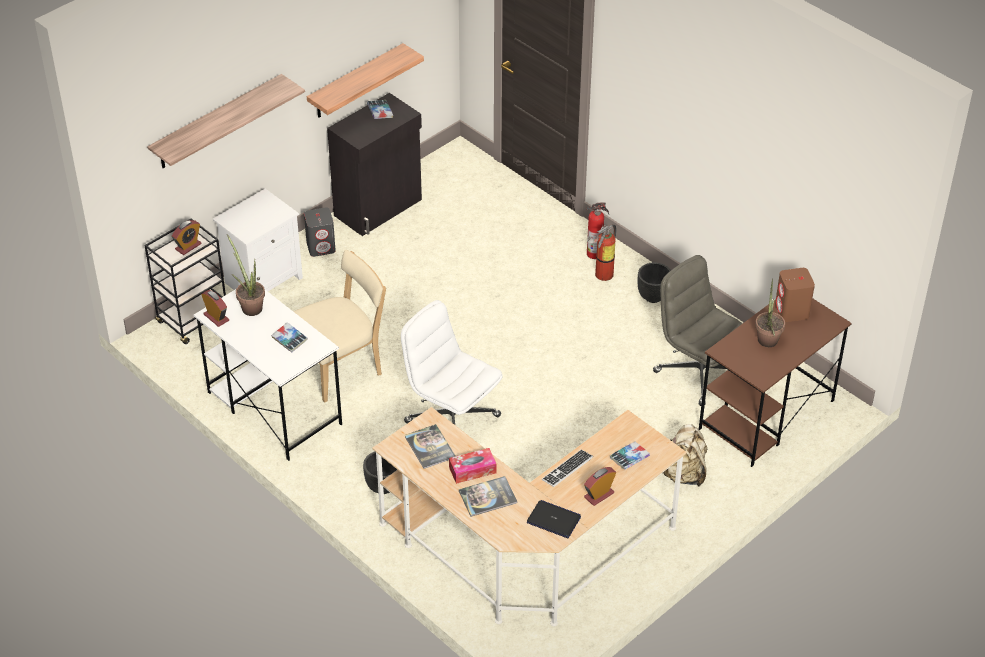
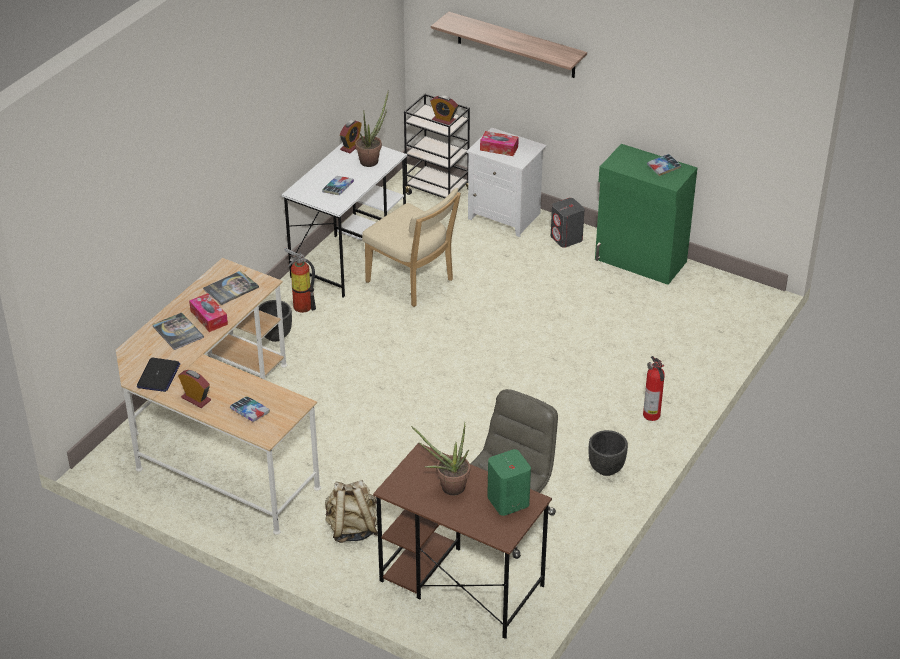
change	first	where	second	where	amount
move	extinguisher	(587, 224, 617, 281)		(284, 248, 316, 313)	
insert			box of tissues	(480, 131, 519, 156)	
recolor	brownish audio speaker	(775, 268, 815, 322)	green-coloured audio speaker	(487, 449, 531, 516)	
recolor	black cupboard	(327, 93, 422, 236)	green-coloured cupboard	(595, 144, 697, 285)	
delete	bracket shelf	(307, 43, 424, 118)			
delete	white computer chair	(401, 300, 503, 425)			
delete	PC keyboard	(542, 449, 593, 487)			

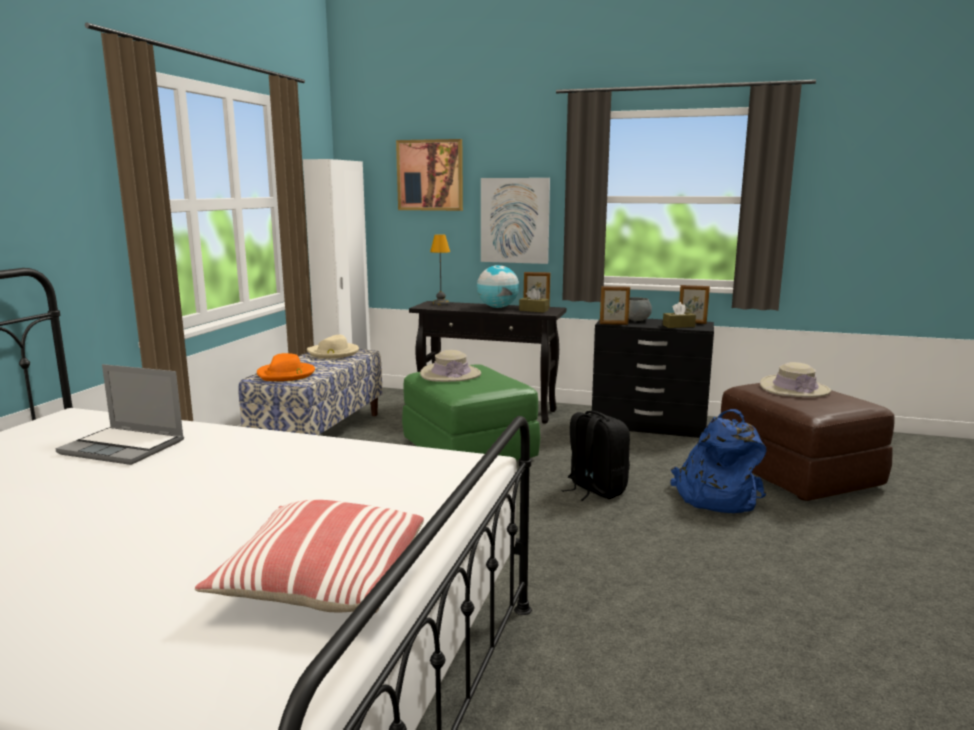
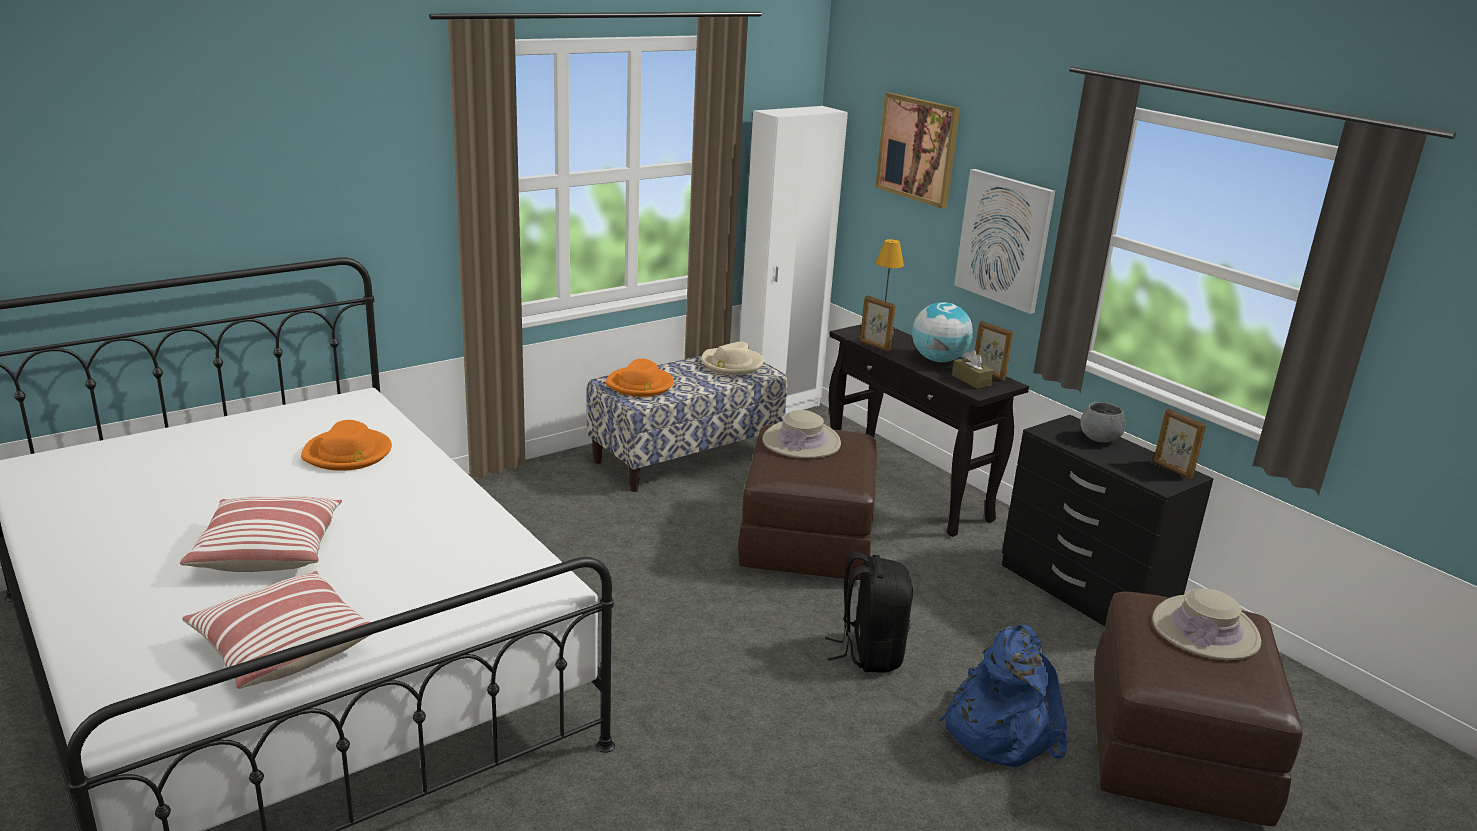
change	first	where	second	where	amount
insert			cushion	(180, 496, 342, 572)	
replace	notebook computer	(55, 364, 184, 465)	orange clothing hat	(301, 420, 392, 471)	
recolor	green-coloured pouffe	(402, 364, 540, 461)	brownish pouffe	(738, 424, 877, 580)	
move	standing frame	(600, 286, 630, 325)		(860, 295, 896, 352)	
delete	brownish box of tissues	(663, 302, 696, 328)			

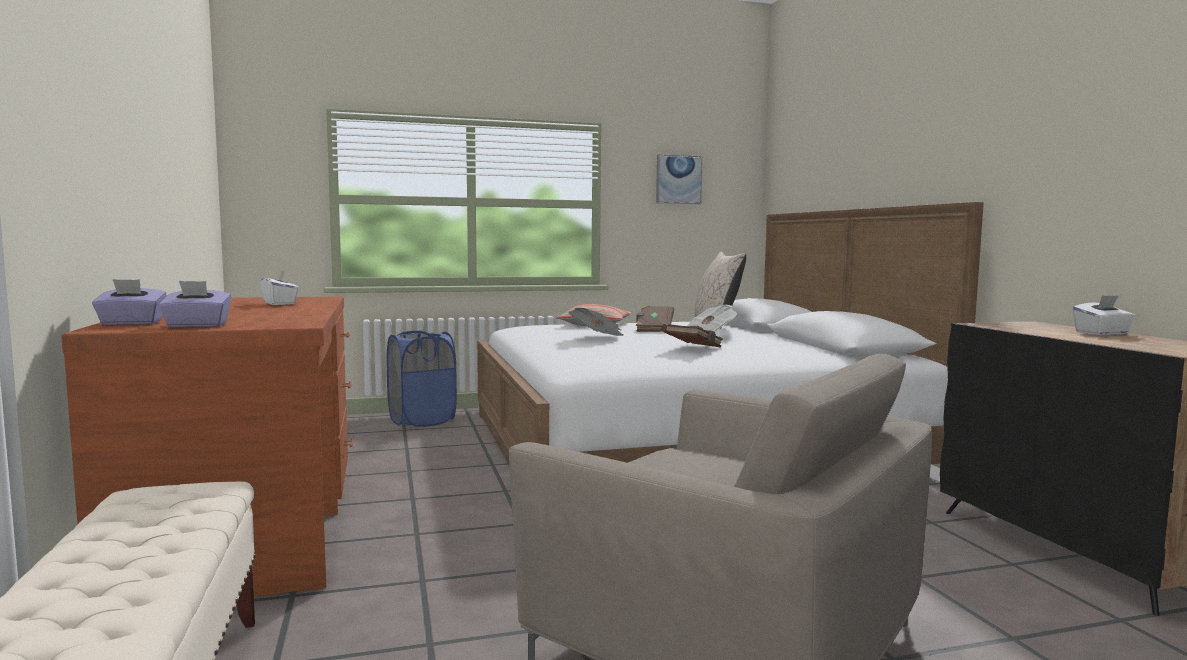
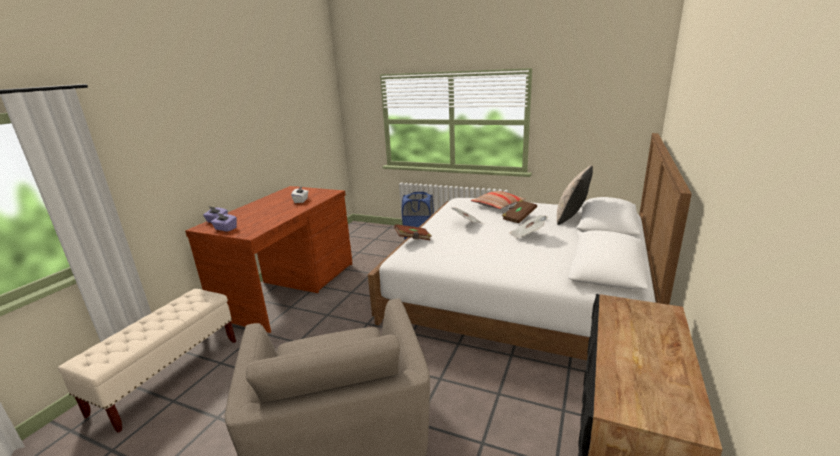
change	first	where	second	where	amount
move	brownish volume	(662, 324, 723, 347)		(394, 224, 432, 240)	
delete	wall picture	(656, 154, 703, 204)			
delete	white box of tissues	(1073, 295, 1135, 335)			

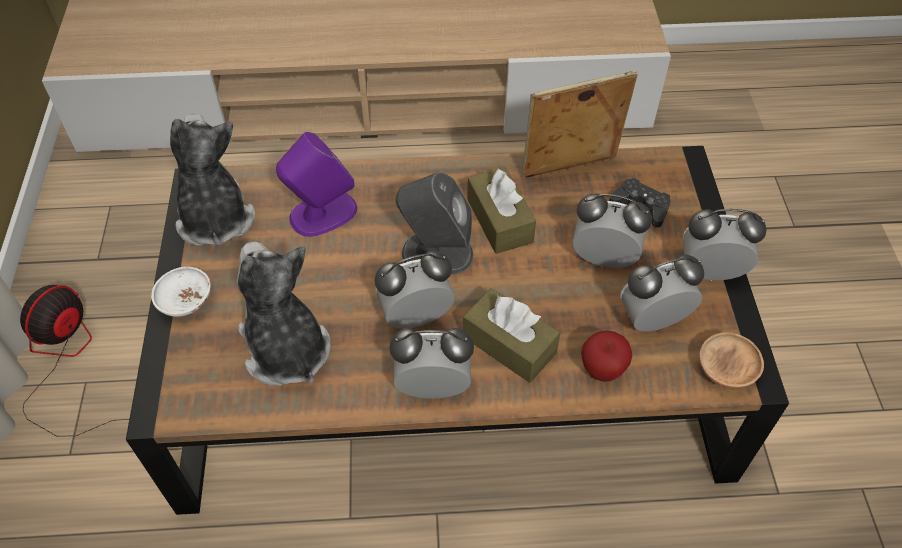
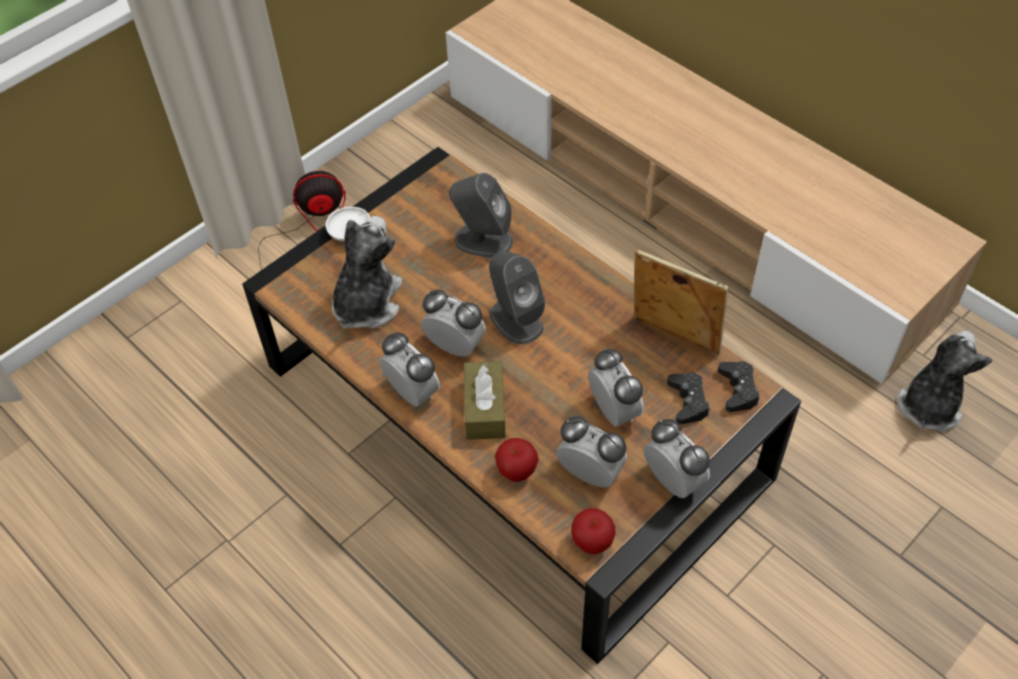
change	first	where	second	where	amount
recolor	purple audio speaker	(276, 132, 357, 237)	gray audio speaker	(449, 173, 513, 257)	
replace	brownish deep dish	(699, 332, 764, 389)	whole apple	(571, 508, 615, 554)	
insert			black gamepad	(718, 361, 760, 412)	
move	cuddly toy	(170, 114, 255, 246)		(898, 331, 993, 431)	
delete	brownish box of tissues	(467, 167, 536, 254)			

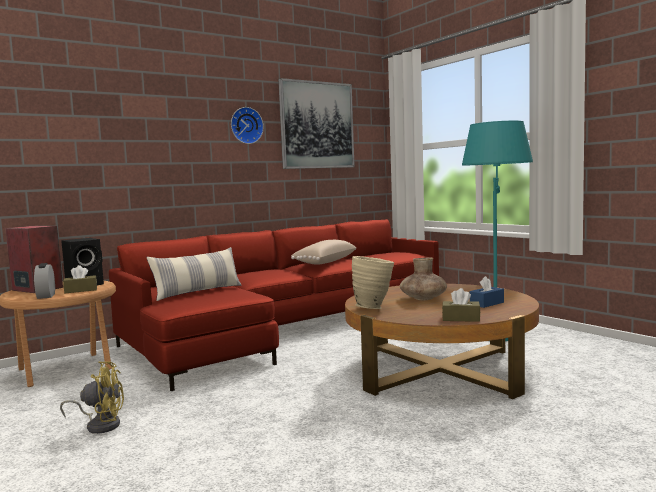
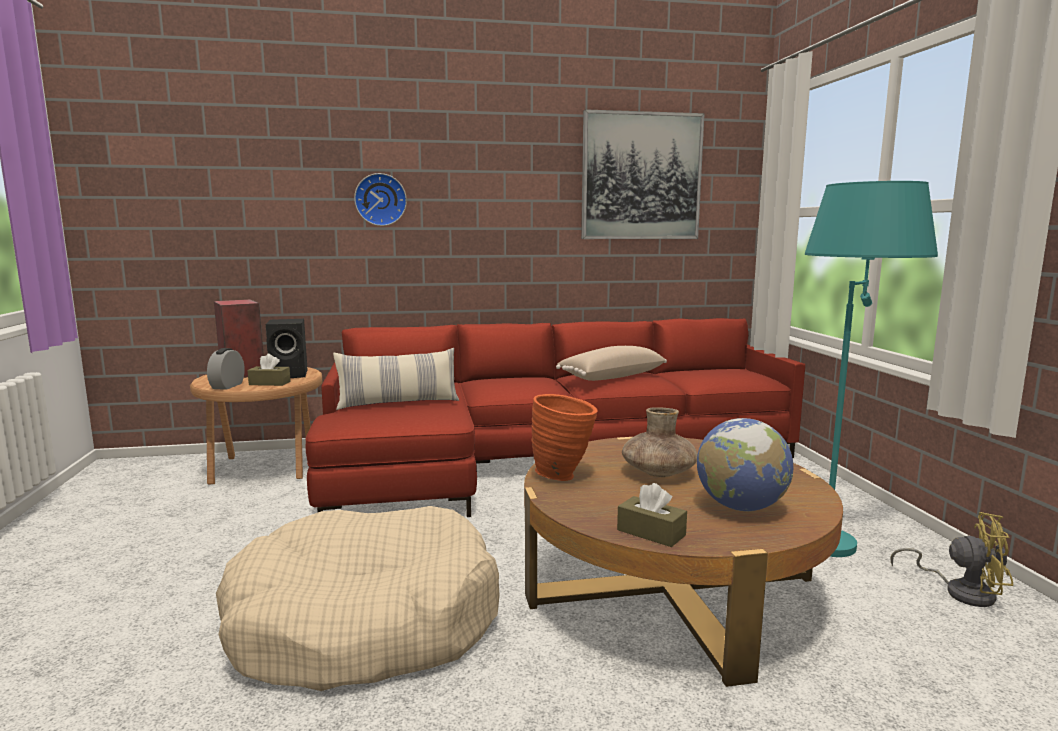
change	first	where	second	where	amount
insert			beige-coloured dog cushion	(216, 506, 499, 691)	
move	wall clock	(231, 107, 264, 144)		(354, 173, 407, 226)	
recolor	beige-coloured vase	(352, 256, 394, 309)	orange vase	(532, 394, 598, 481)	
replace	blue-coloured box of tissues	(470, 276, 504, 308)	globe	(697, 418, 793, 511)	
move	yellowish fan	(60, 362, 124, 434)		(890, 512, 1013, 607)	

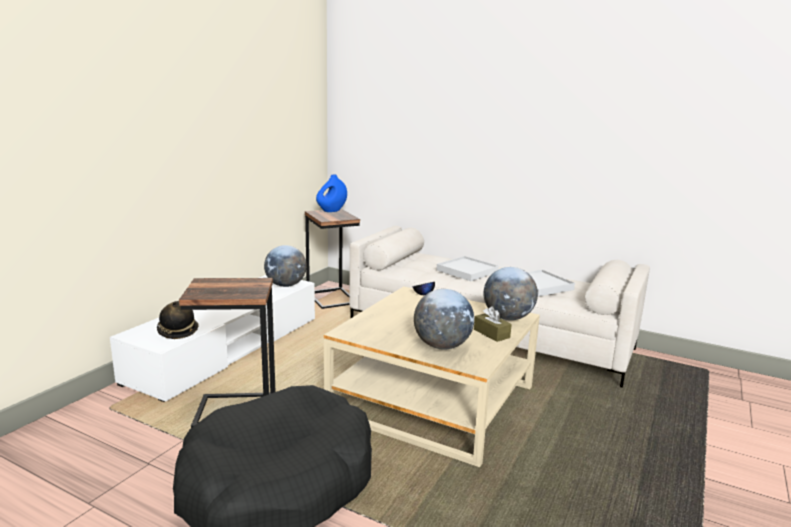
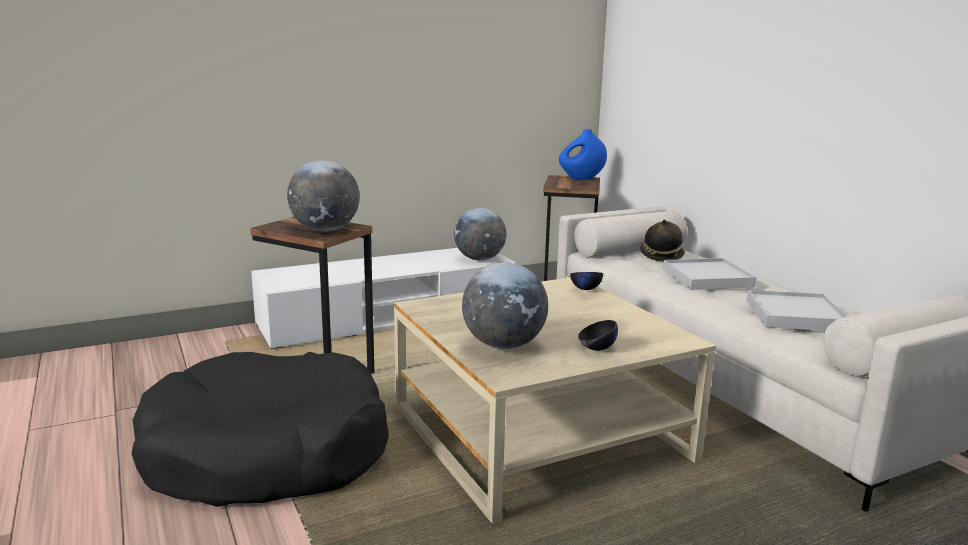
change	first	where	second	where	amount
move	globe	(483, 267, 538, 320)		(287, 160, 360, 232)	
replace	brownish box of tissues	(474, 306, 512, 342)	black deep dish	(578, 320, 618, 351)	
move	clothing hat	(157, 301, 199, 339)		(640, 219, 685, 261)	

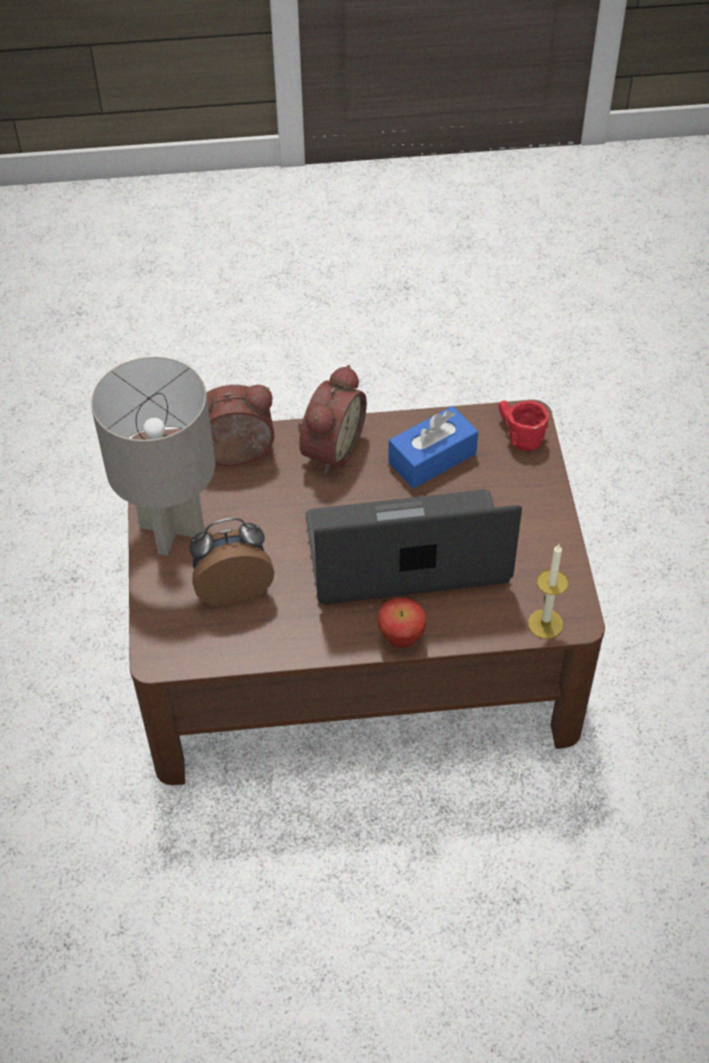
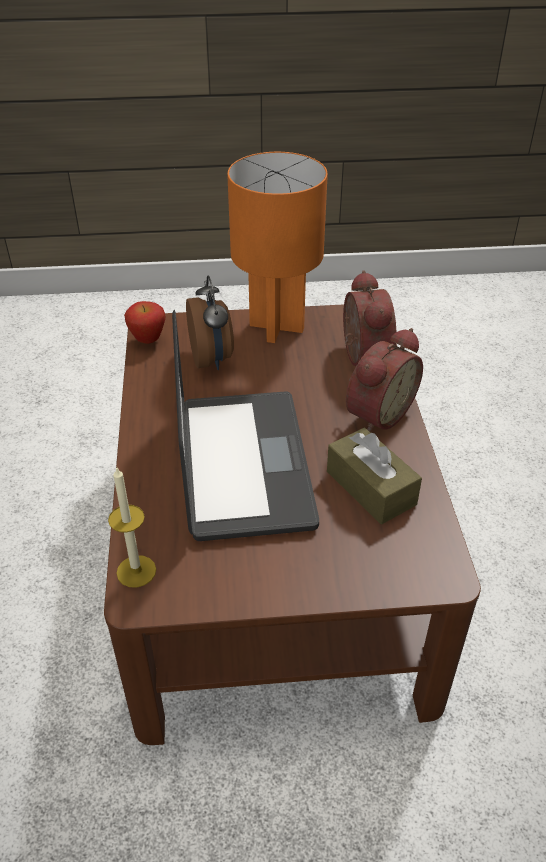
change	first	where	second	where	amount
move	whole apple	(378, 598, 426, 648)		(124, 301, 166, 344)	
recolor	gray tabletop lamp	(91, 357, 215, 556)	orange tabletop lamp	(227, 152, 328, 343)	
recolor	blue-coloured box of tissues	(388, 406, 478, 489)	brownish box of tissues	(327, 428, 422, 524)	
rotate	bedside clock	(298, 365, 367, 474)		(346, 328, 423, 432)	75 degrees counterclockwise
delete	reddish coffee mug	(499, 400, 549, 451)			

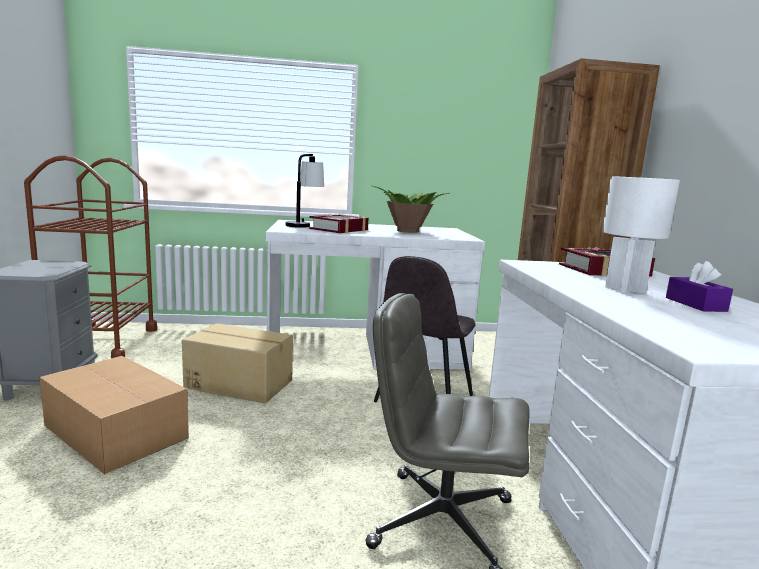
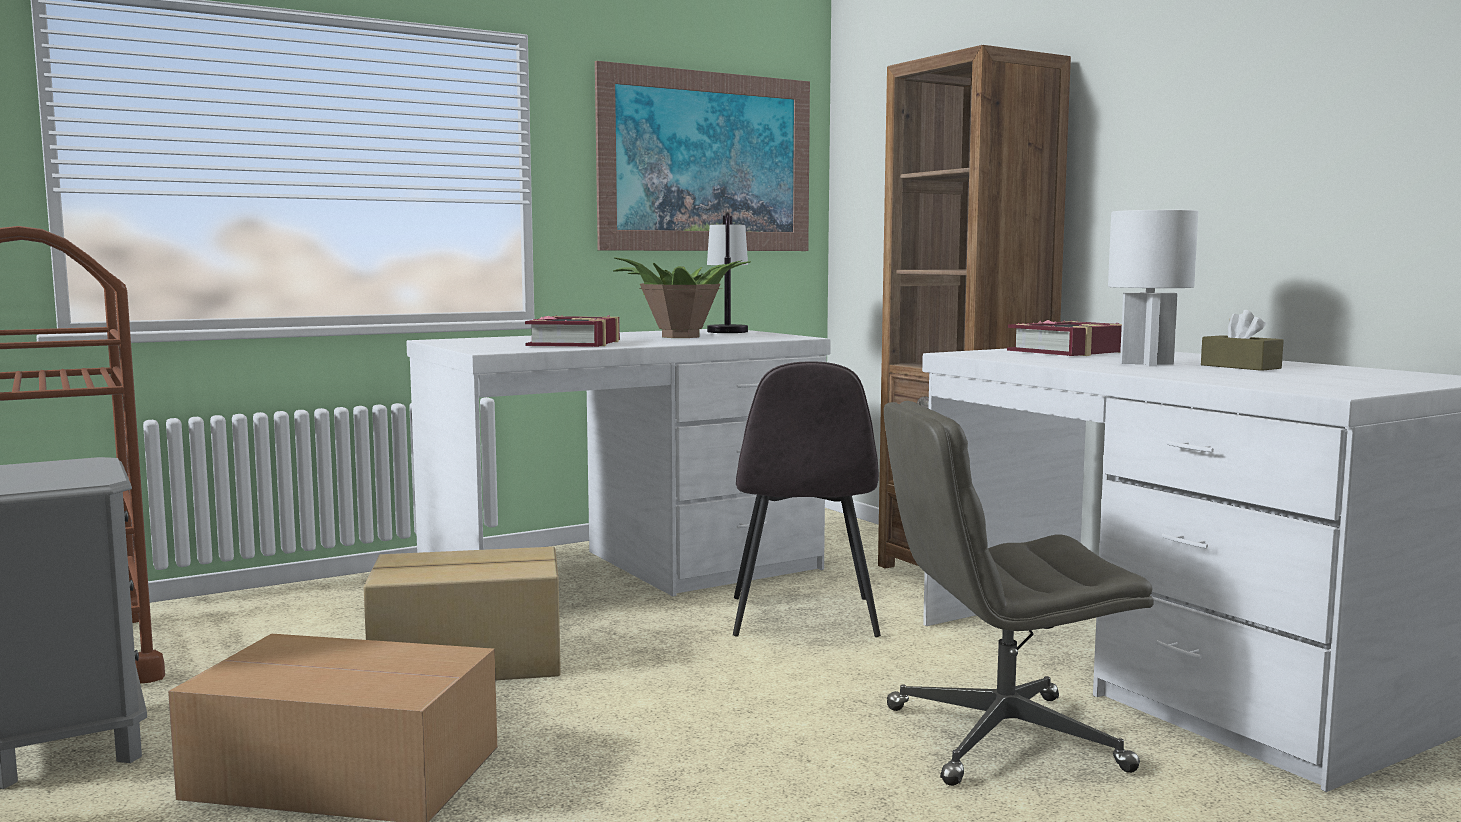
change	first	where	second	where	amount
insert			wall picture	(595, 61, 810, 251)	
move	tabletop lamp	(286, 154, 324, 228)		(707, 211, 748, 333)	
recolor	purple box of tissues	(666, 261, 733, 312)	brownish box of tissues	(1201, 310, 1284, 371)	

